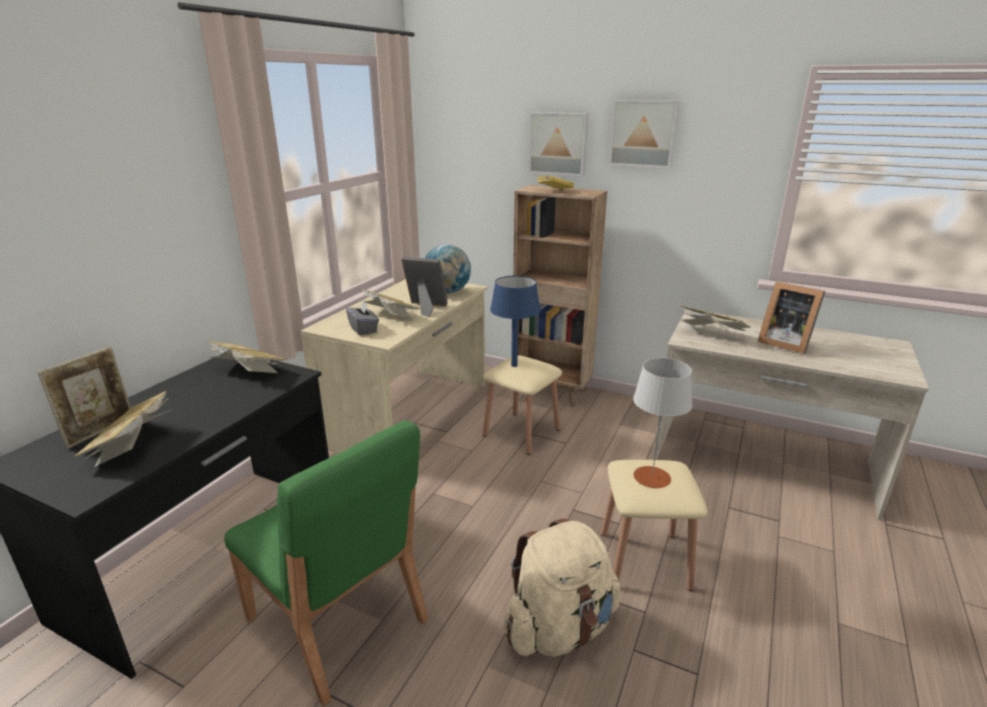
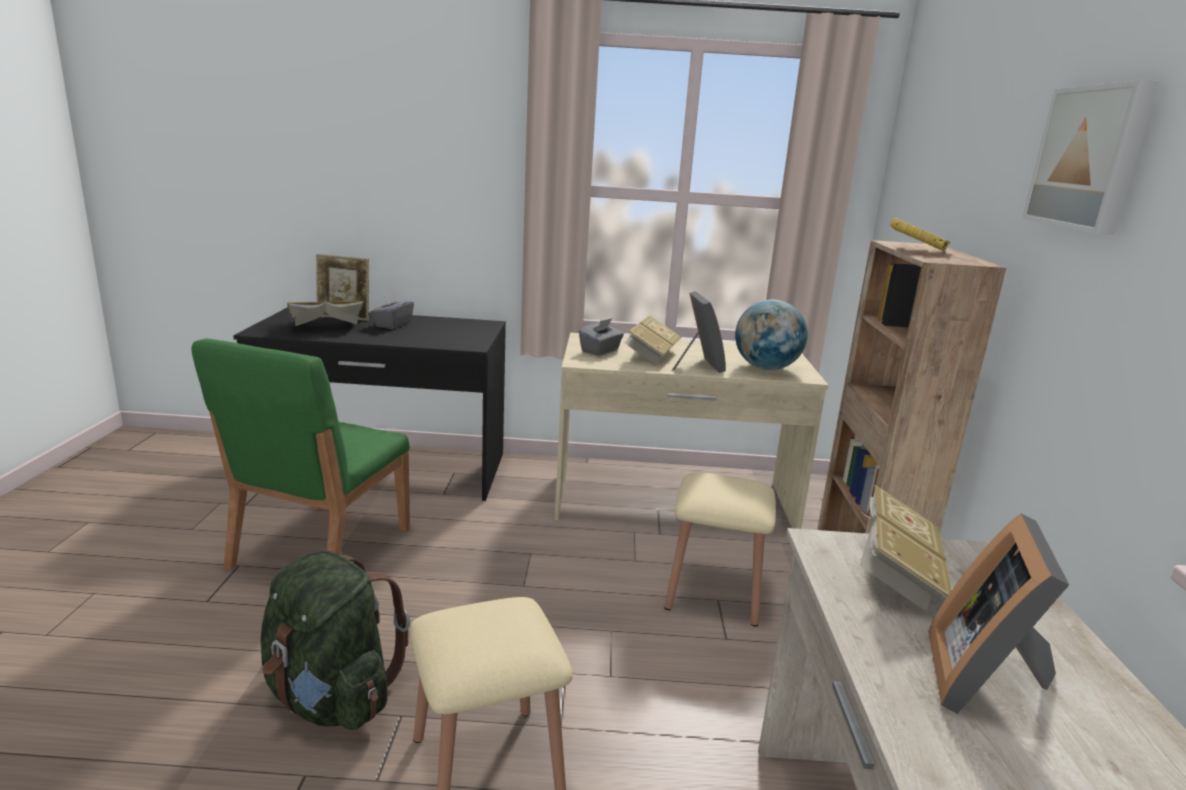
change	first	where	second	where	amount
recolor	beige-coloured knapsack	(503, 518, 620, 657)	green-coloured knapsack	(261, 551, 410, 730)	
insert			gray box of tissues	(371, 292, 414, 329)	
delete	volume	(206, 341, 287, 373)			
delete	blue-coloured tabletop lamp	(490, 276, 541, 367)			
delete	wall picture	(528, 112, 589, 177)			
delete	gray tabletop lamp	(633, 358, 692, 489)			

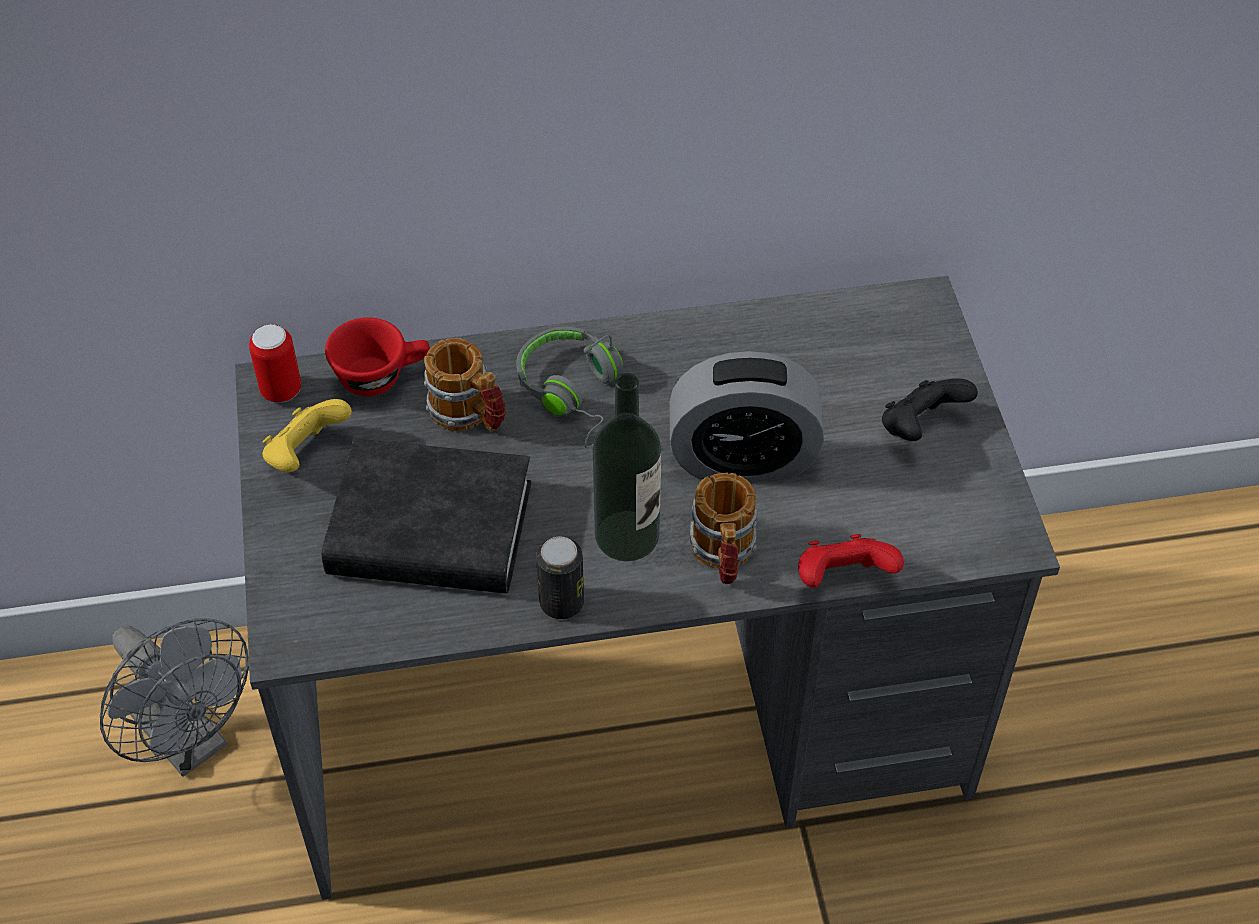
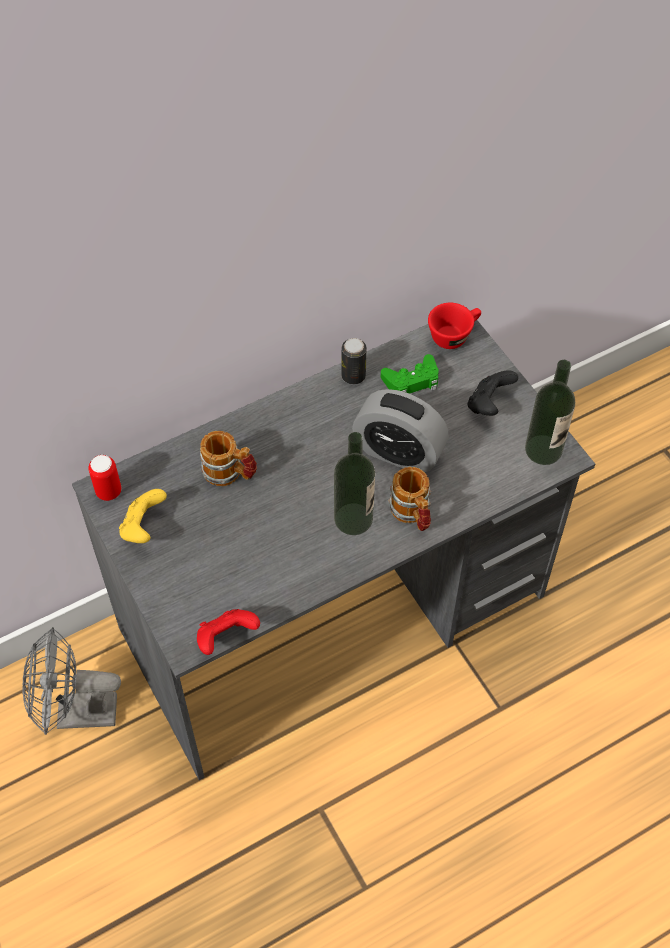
change	first	where	second	where	amount
rotate	gray fan	(100, 618, 249, 777)		(23, 627, 121, 735)	150 degrees clockwise
move	reddish gamepad	(798, 534, 904, 588)		(197, 609, 260, 655)	
move	sealed can	(536, 536, 584, 619)		(341, 338, 367, 385)	
rotate	bedside clock	(670, 351, 824, 480)		(352, 389, 449, 472)	45 degrees clockwise
insert			green-coloured gamepad	(381, 354, 439, 394)	
move	reddish small cup	(325, 317, 430, 397)		(428, 303, 481, 349)	
insert			beverage bottle	(525, 360, 575, 465)	
delete	black volume	(322, 438, 531, 594)			
delete	gray headset	(516, 327, 623, 448)			

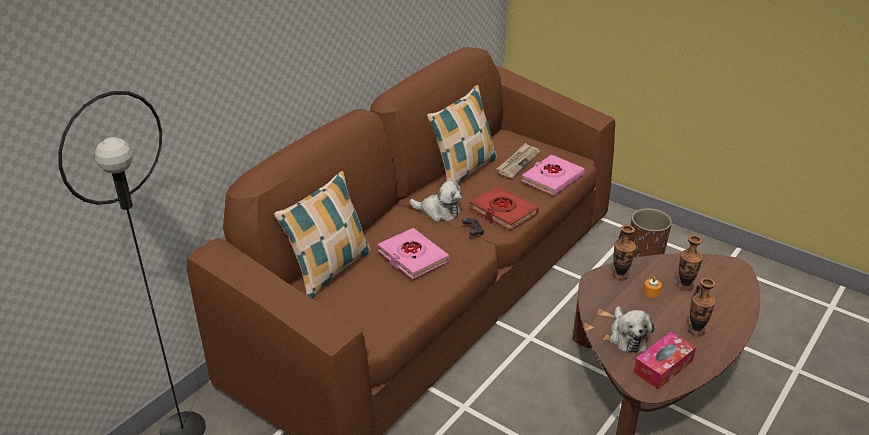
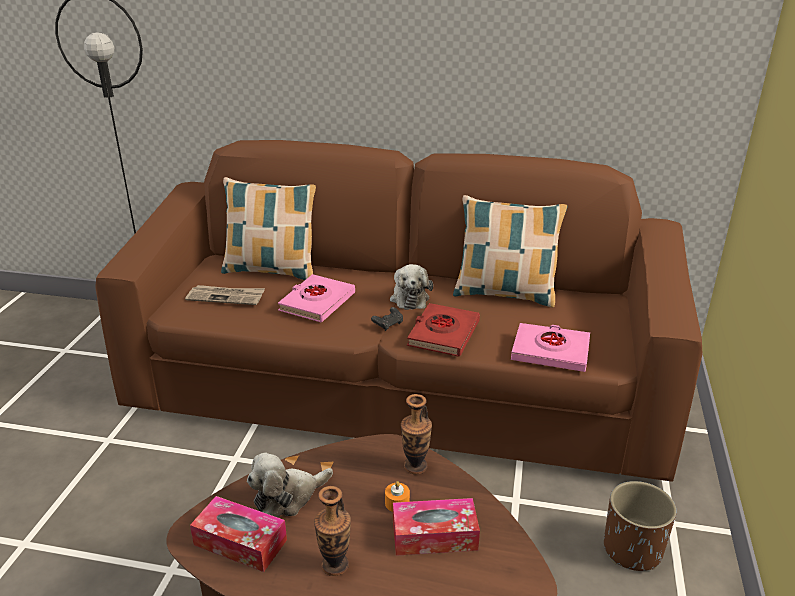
change	first	where	second	where	amount
move	printed paper	(497, 143, 540, 178)		(185, 285, 265, 305)	
replace	vase	(677, 235, 703, 291)	box of tissues	(393, 498, 480, 556)	

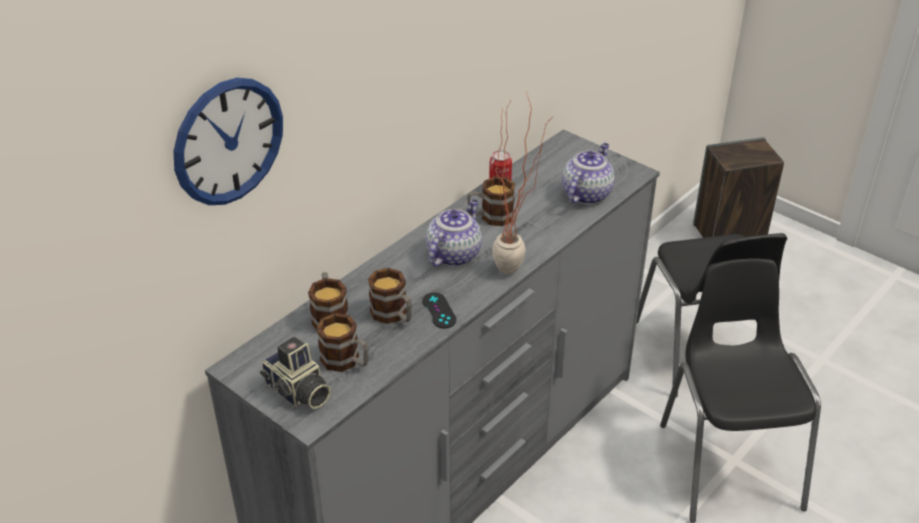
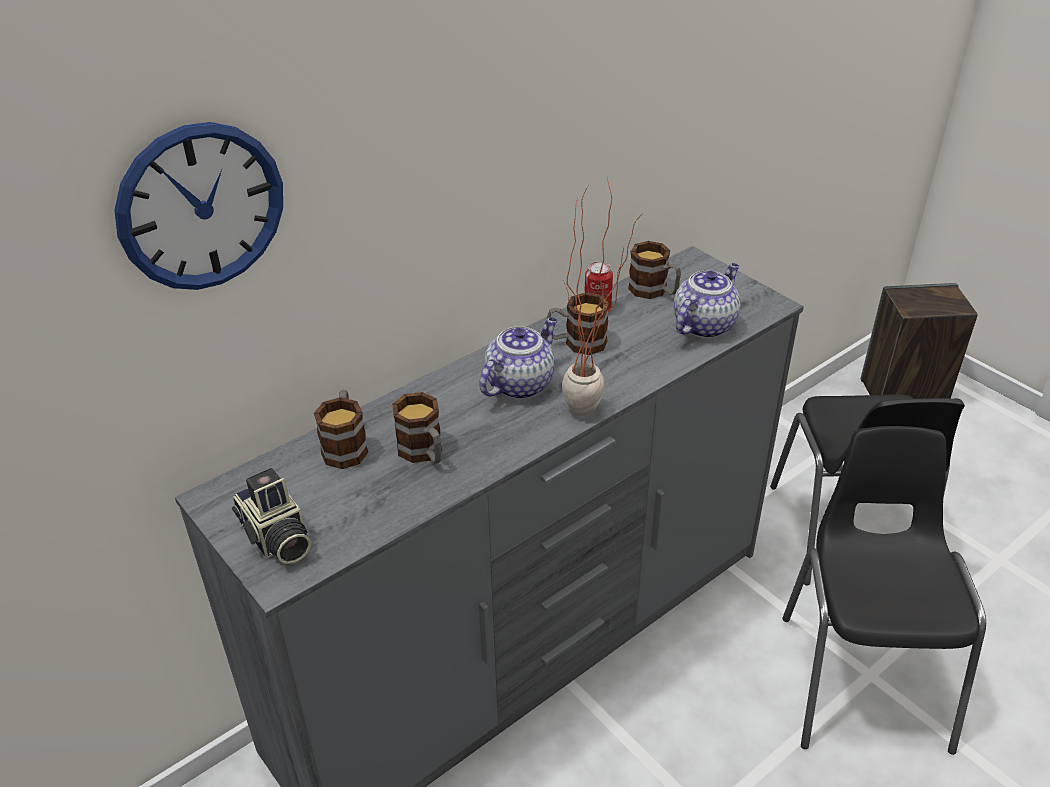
change	first	where	second	where	amount
move	coffee mug	(317, 313, 368, 372)		(628, 241, 681, 299)	
delete	black gamepad	(422, 293, 457, 329)			

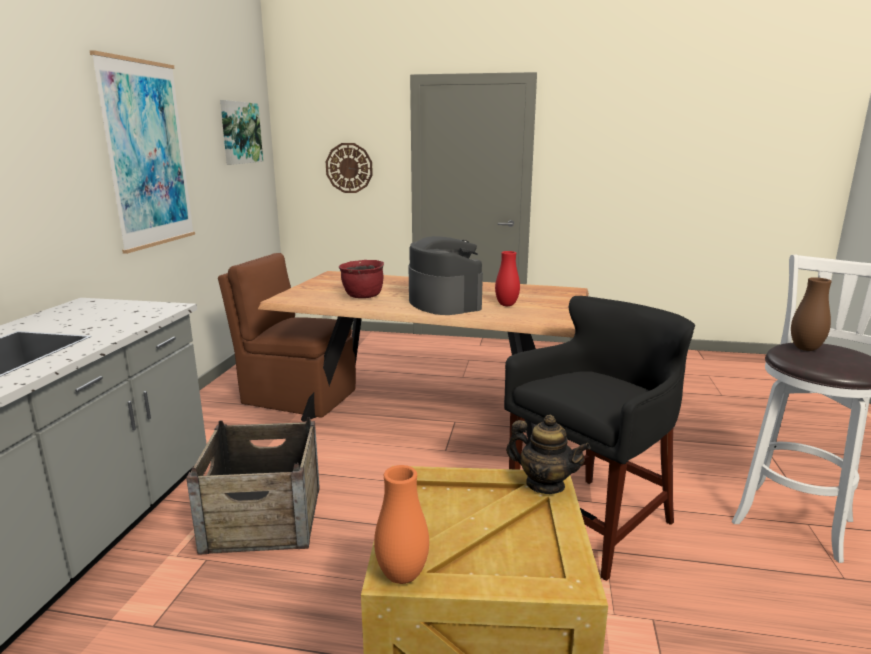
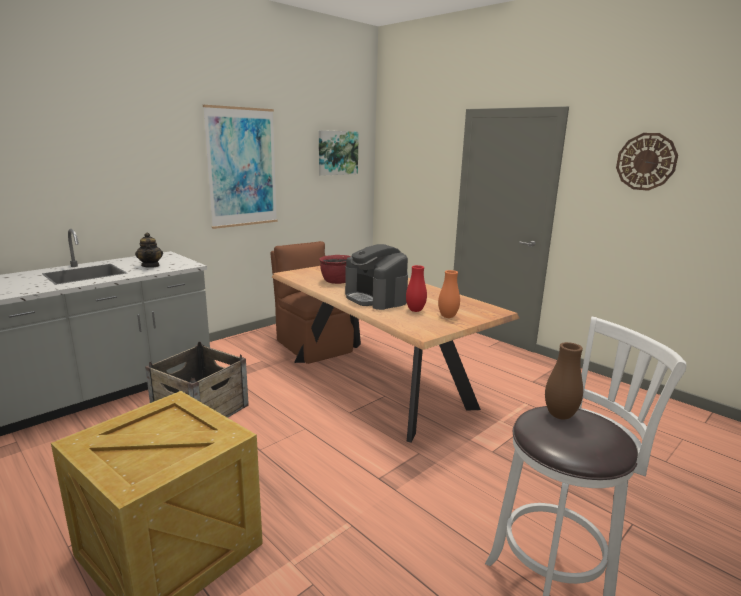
change	first	where	second	where	amount
move	tea pot	(506, 415, 591, 494)		(135, 232, 163, 268)	
rotate	coffee maker	(409, 236, 483, 315)		(345, 244, 408, 310)	135 degrees clockwise
move	orange vase	(374, 465, 429, 584)		(438, 270, 460, 318)	
move	wall clock	(326, 143, 373, 193)		(616, 133, 678, 191)	
delete	black stool	(504, 296, 695, 581)			

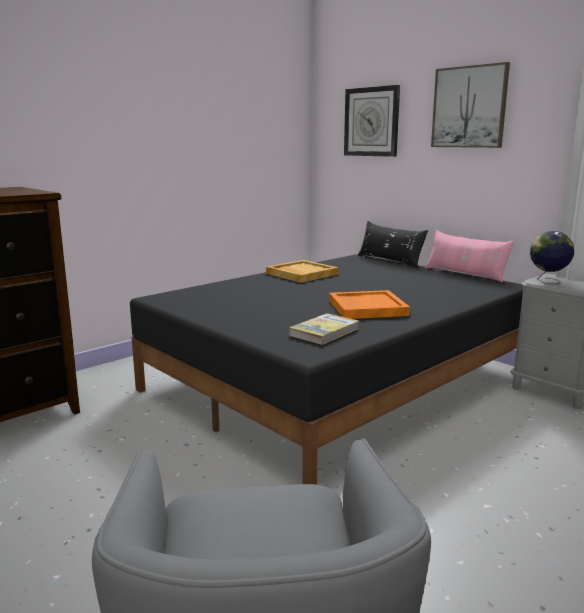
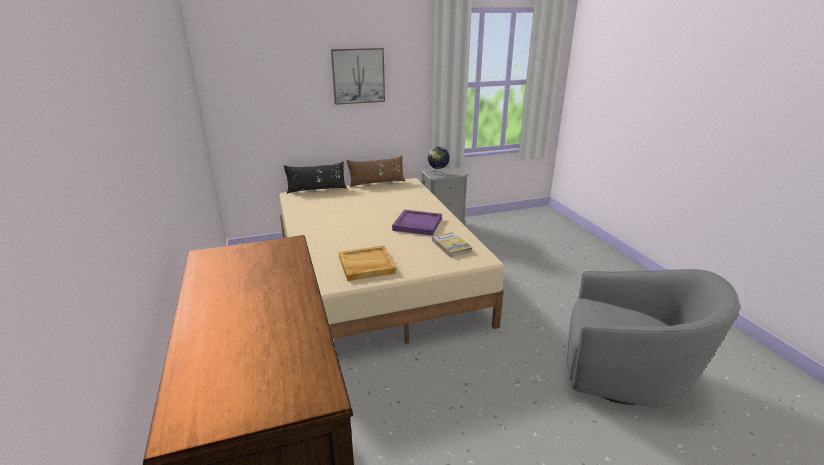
change	first	where	second	where	amount
recolor	black bed	(130, 254, 524, 485)	beige-coloured bed	(279, 178, 504, 344)	
move	beige-coloured tray	(266, 260, 339, 283)		(339, 246, 396, 281)	
recolor	pinkish cushion	(425, 230, 514, 283)	brownish cushion	(347, 156, 405, 187)	
recolor	orange tray	(329, 290, 410, 319)	purple tray	(392, 210, 442, 236)	
delete	wall clock	(344, 85, 400, 157)			

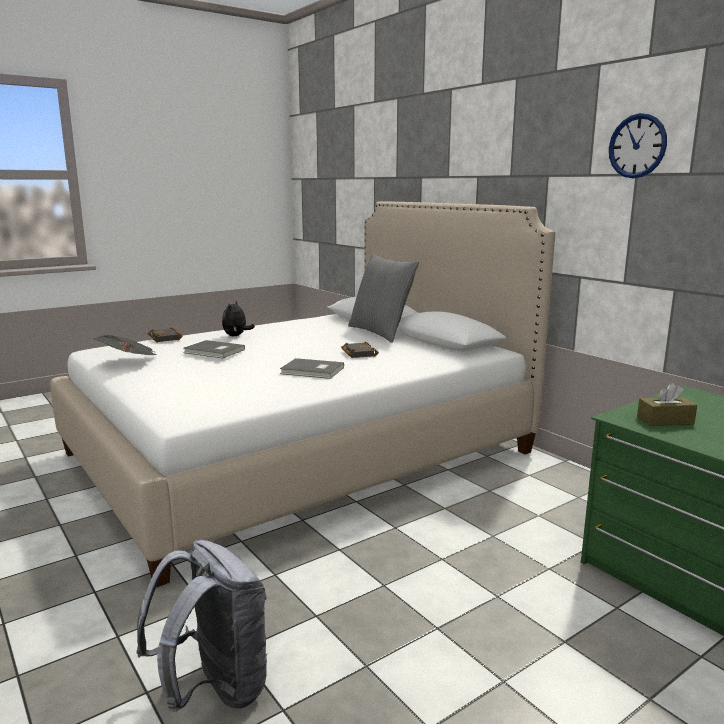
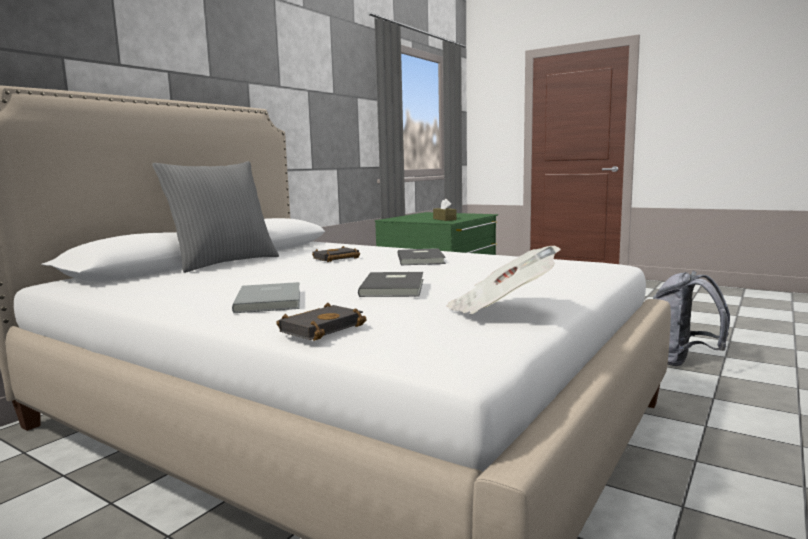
change	first	where	second	where	amount
replace	cuddly toy	(222, 301, 255, 336)	gray volume	(232, 282, 300, 313)	
delete	wall clock	(609, 113, 667, 178)			

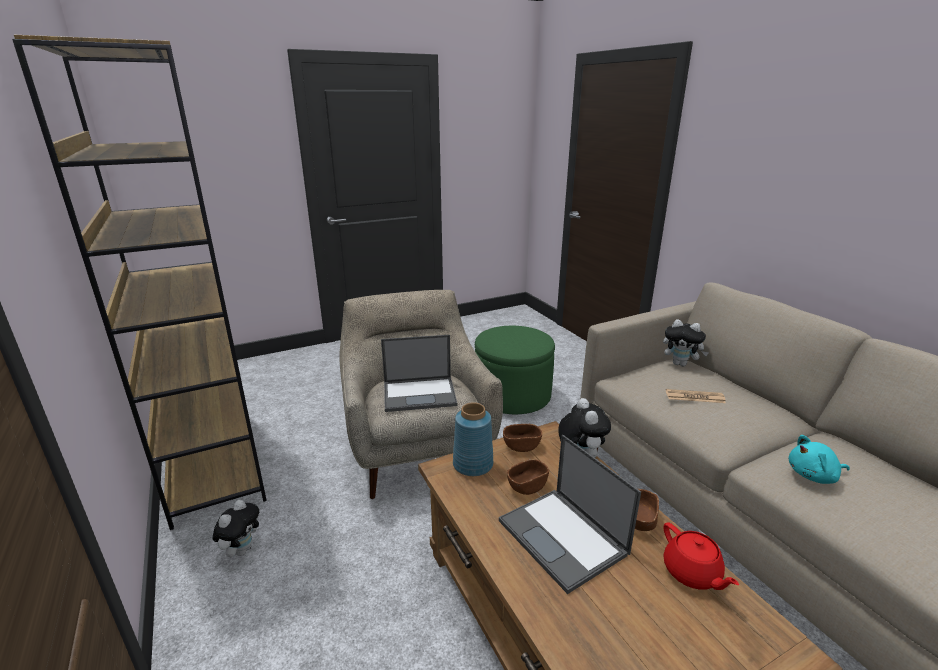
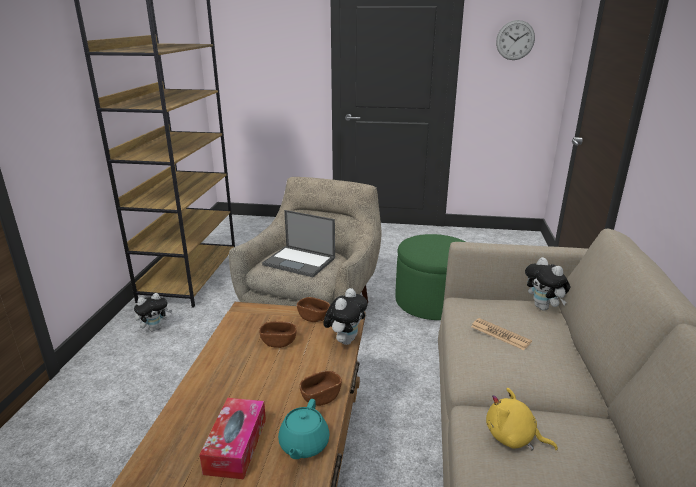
change	first	where	second	where	amount
insert			box of tissues	(199, 398, 266, 479)	
recolor	reddish tea pot	(664, 522, 739, 590)	turquoise tea pot	(278, 399, 329, 459)	
recolor	turquoise cuddly toy	(788, 435, 850, 484)	yellowish cuddly toy	(486, 388, 558, 450)	
insert			wall clock	(496, 20, 535, 60)	
delete	blue-coloured vase	(453, 402, 493, 476)			
delete	notebook computer	(499, 435, 641, 594)			

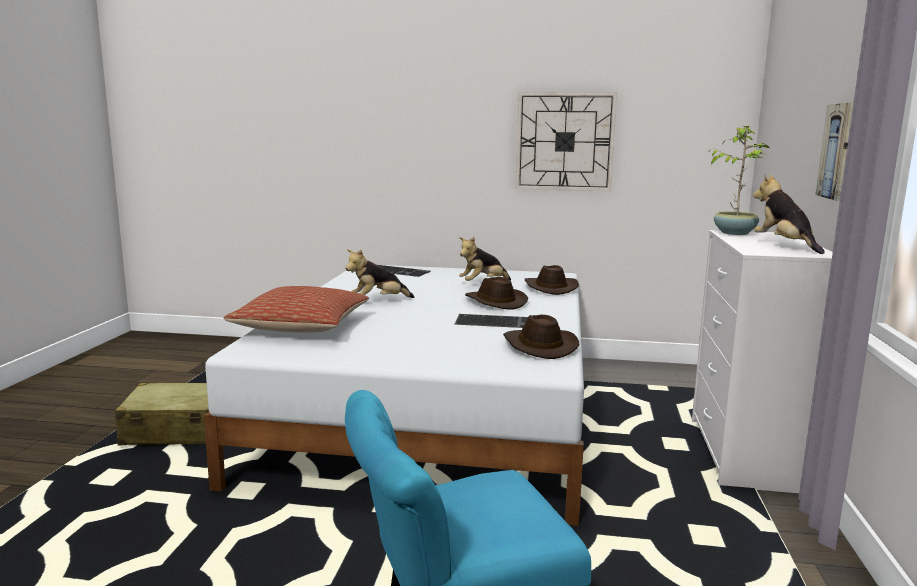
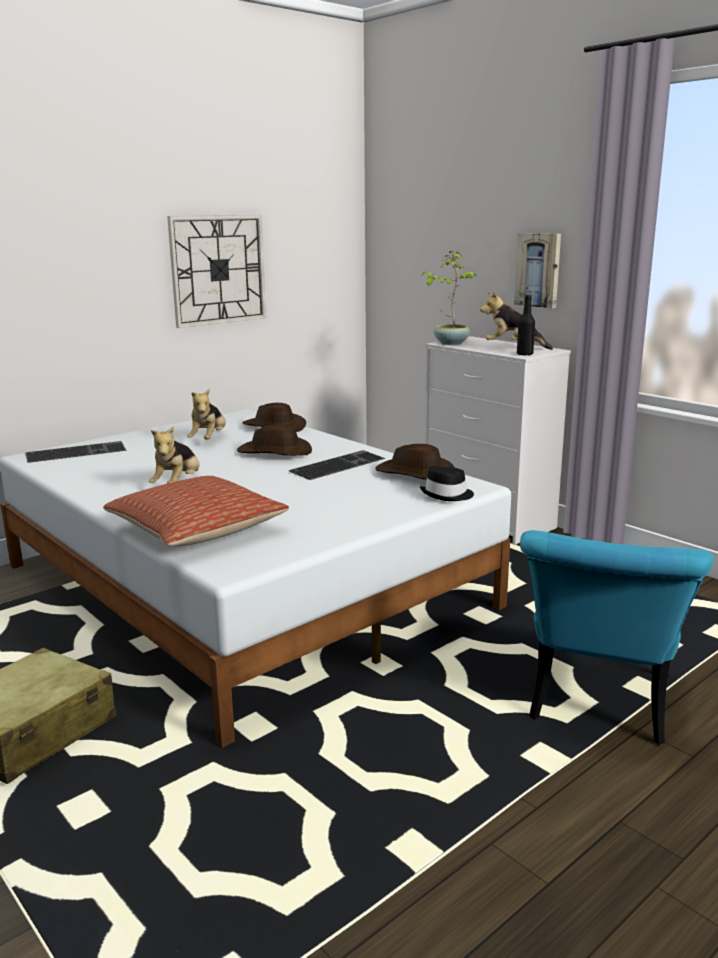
change	first	where	second	where	amount
insert			black clothing hat	(420, 466, 474, 501)	
insert			black beverage bottle	(517, 295, 535, 356)	

